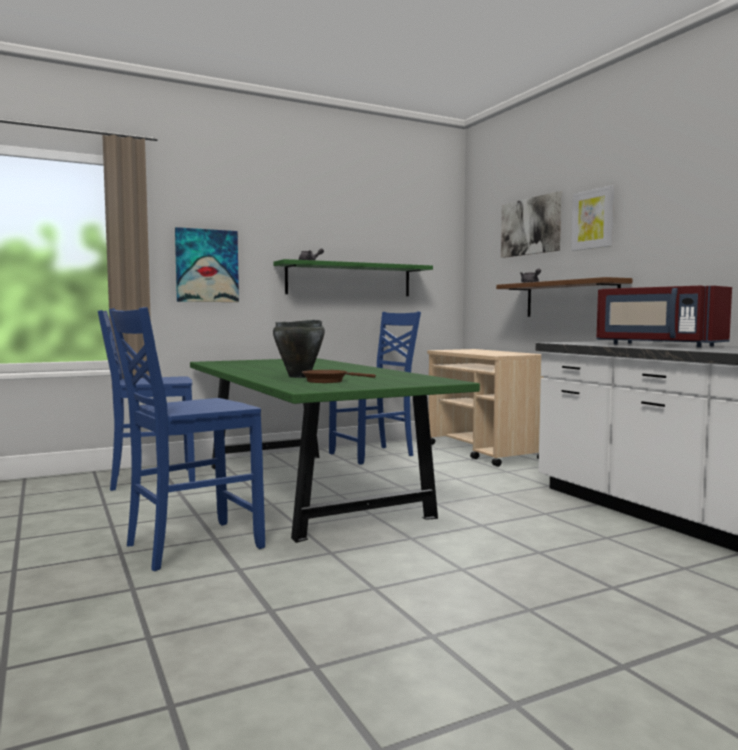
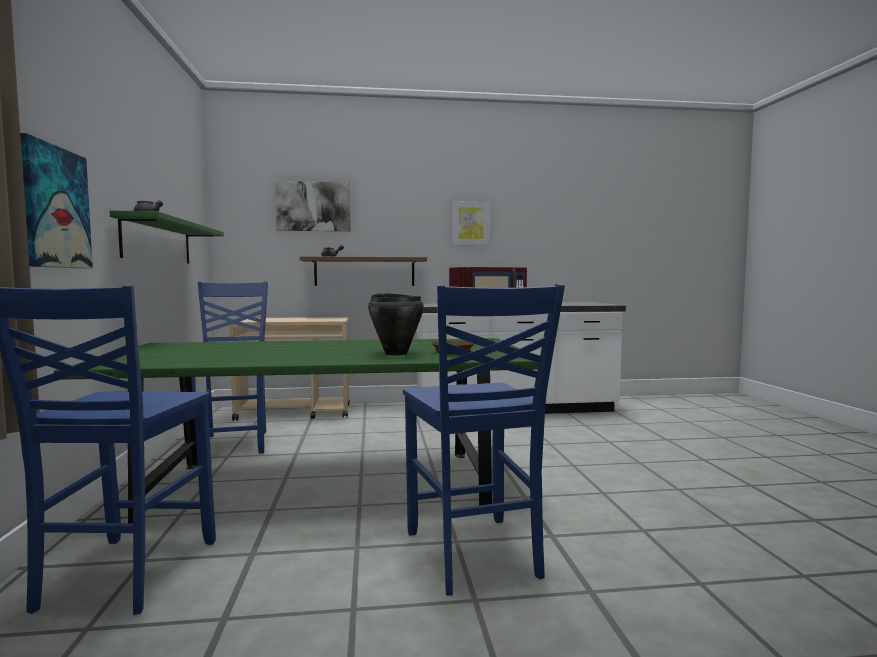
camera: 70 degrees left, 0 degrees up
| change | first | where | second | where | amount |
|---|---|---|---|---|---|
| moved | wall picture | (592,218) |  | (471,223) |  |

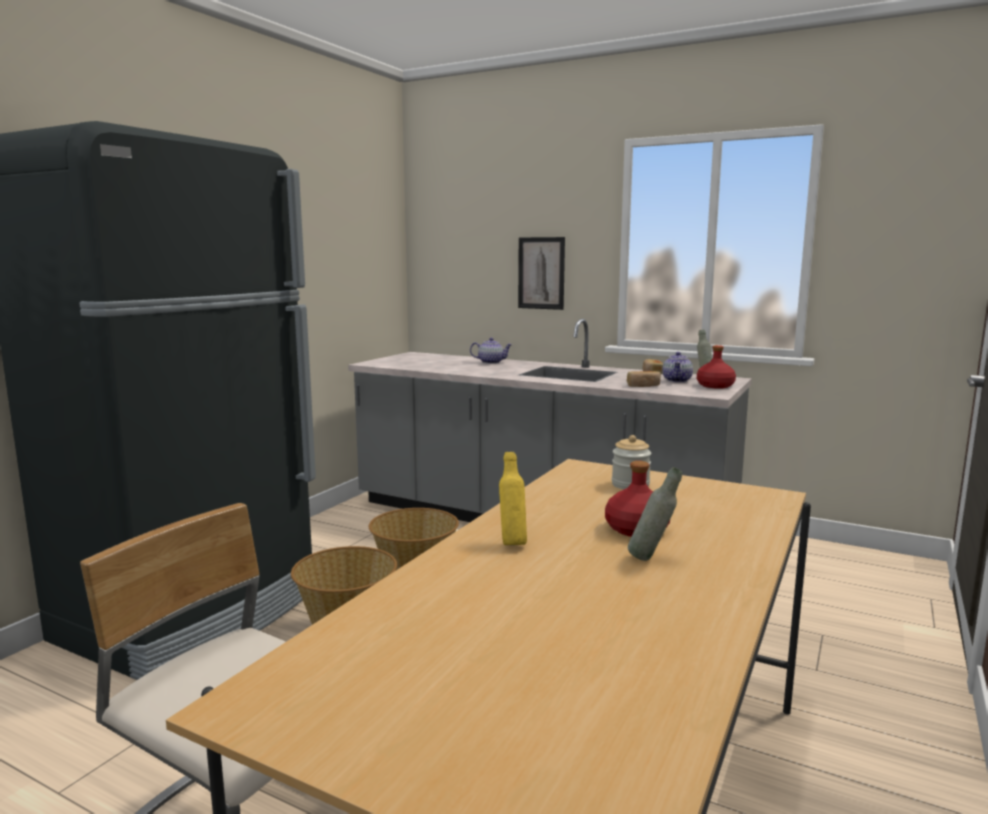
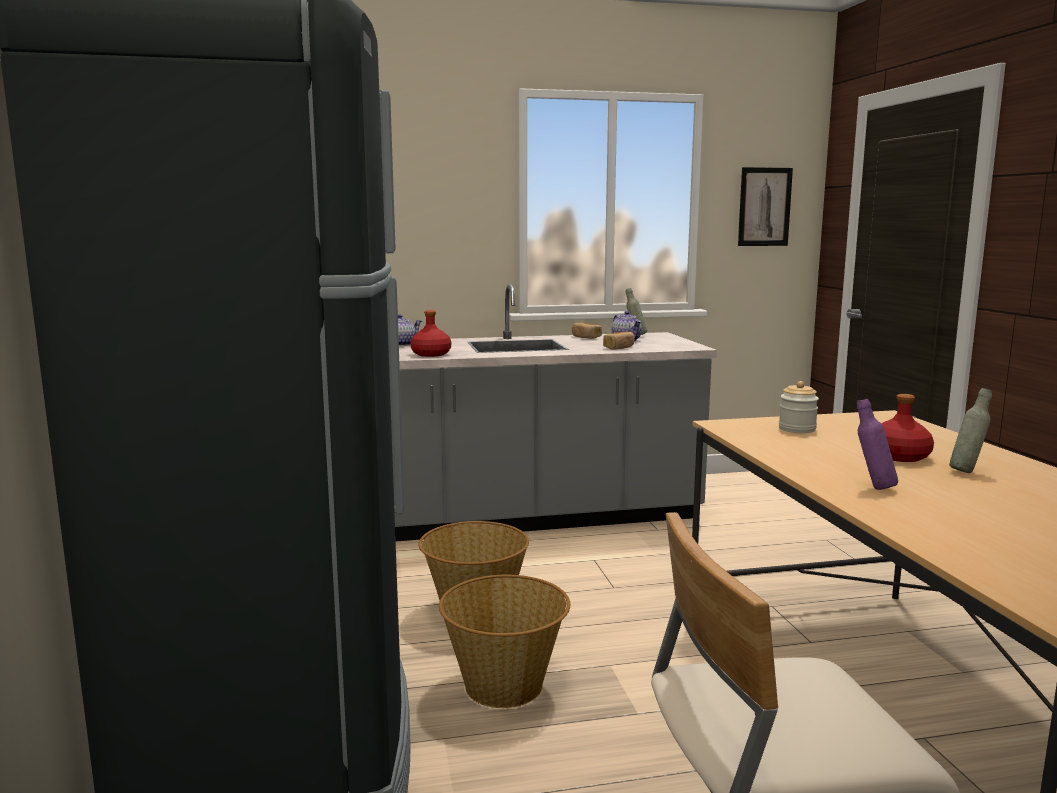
camera: 40 degrees left, 0 degrees up
| change | first | where | second | where | amount |
|---|---|---|---|---|---|
| moved | bottle in red-coloured | (716,367) |  | (430,333) |  |
| moved | wall picture | (541,273) |  | (765,206) |  |
| recoloured | bottle in yellowish | (513,498) | bottle in purple | (877,444) |  |

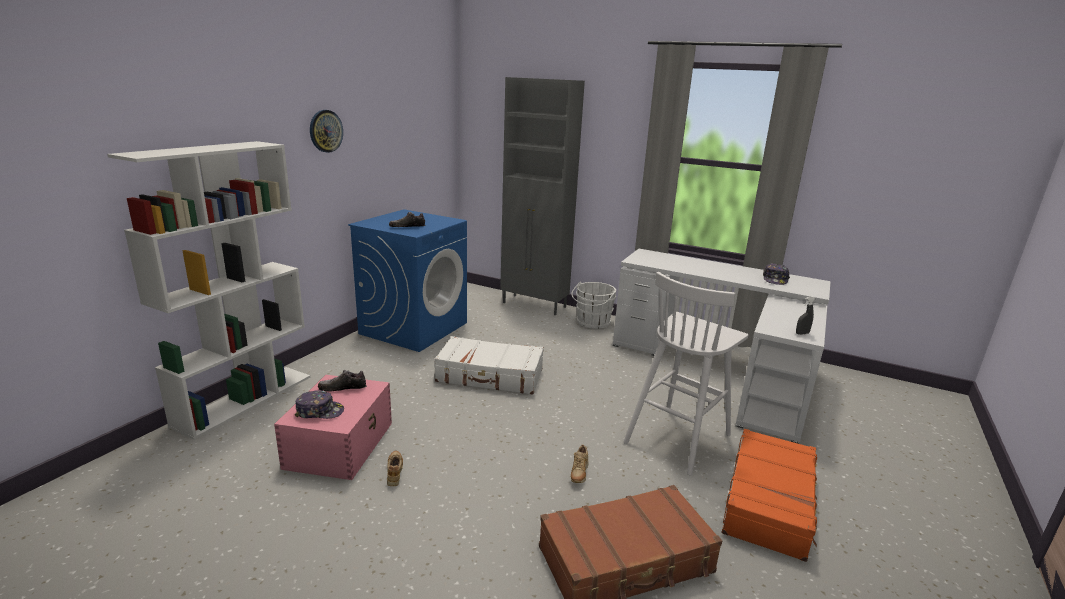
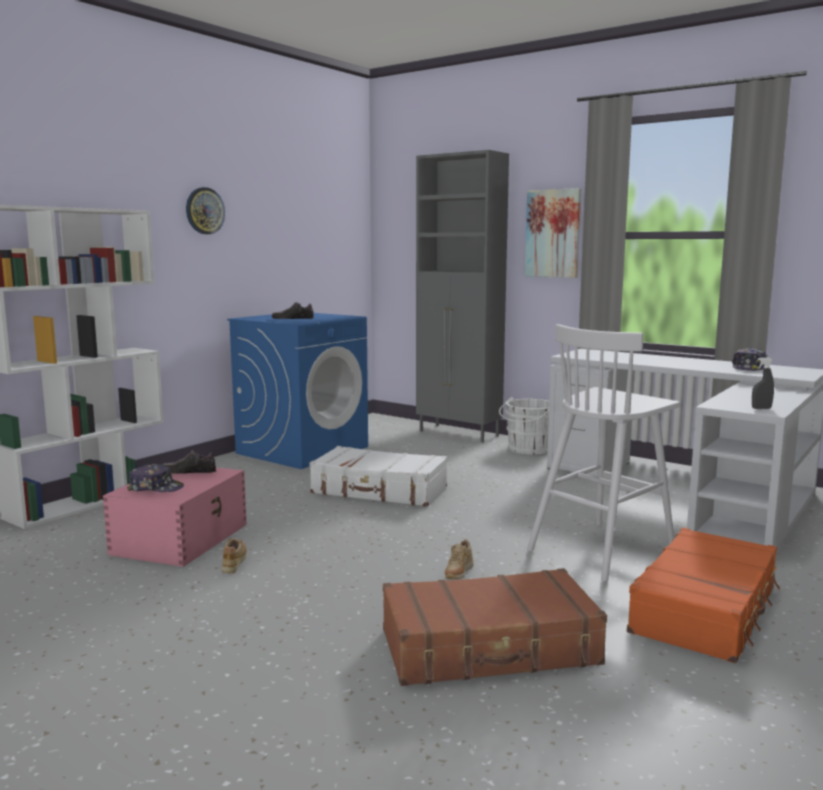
camera: 10 degrees right, 10 degrees down
| change | first | where | second | where | amount |
|---|---|---|---|---|---|
| added |  |  | wall picture | (553,233) |  |

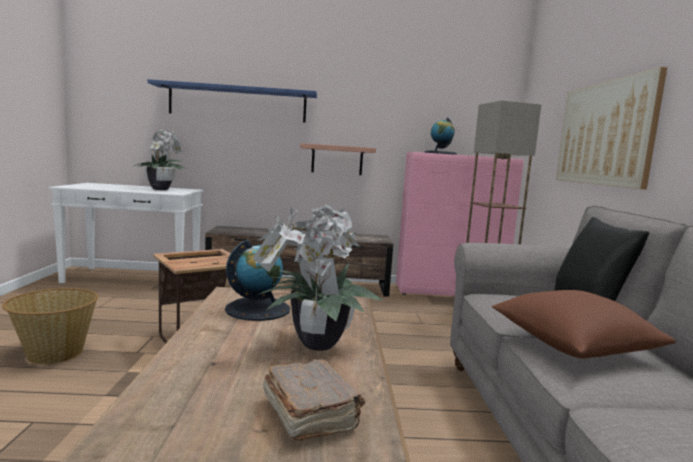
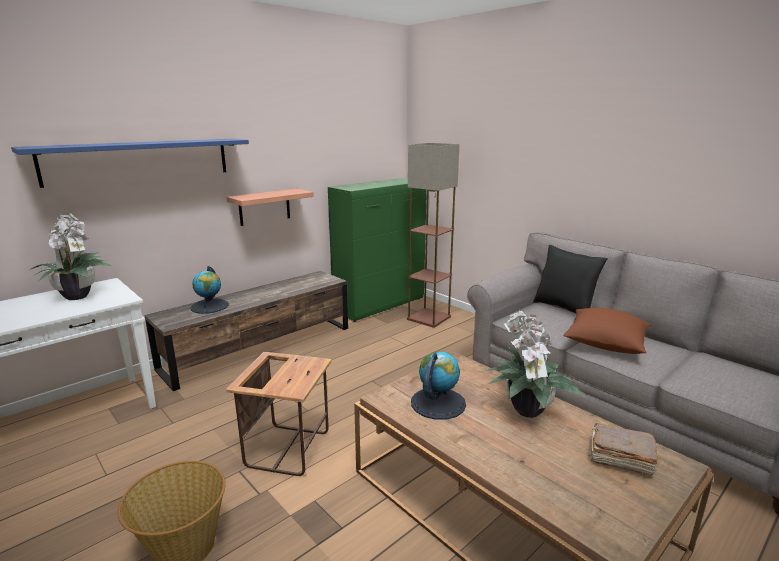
camera: 40 degrees left, 10 degrees up
| change | first | where | second | where | amount |
|---|---|---|---|---|---|
| moved | globe | (440,136) |  | (209,290) |  |
| recoloured | cabinet in pink | (459,224) | cabinet in greenish | (377,250) |  |
| removed | wall picture | (611,128) |  |  |  |

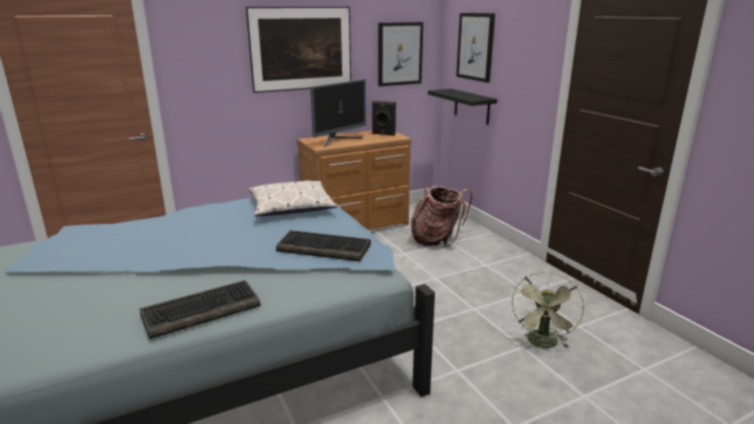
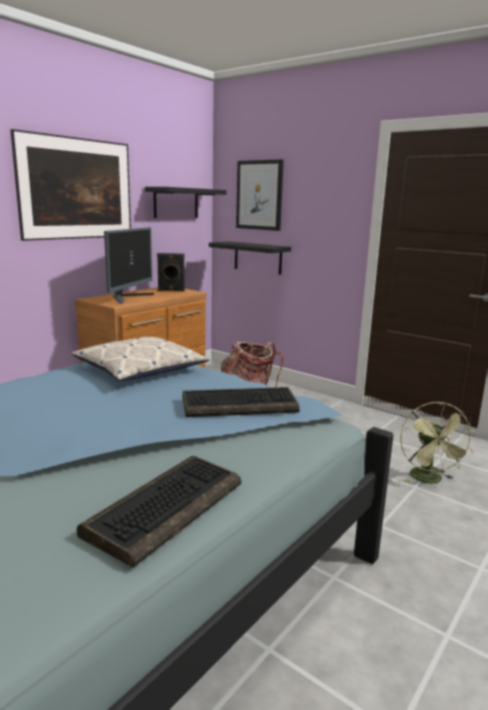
camera: 25 degrees left, 5 degrees down
| change | first | where | second | where | amount |
|---|---|---|---|---|---|
| replaced | wall picture | (400,54) | shelf in black | (186,202) |  |

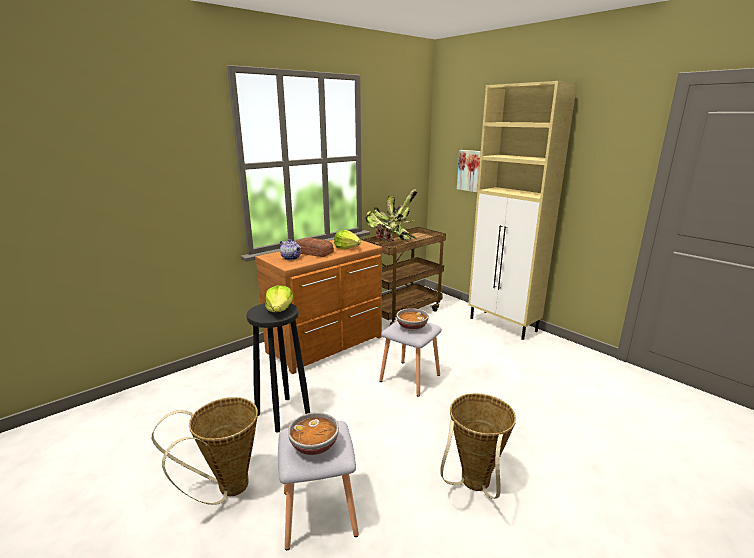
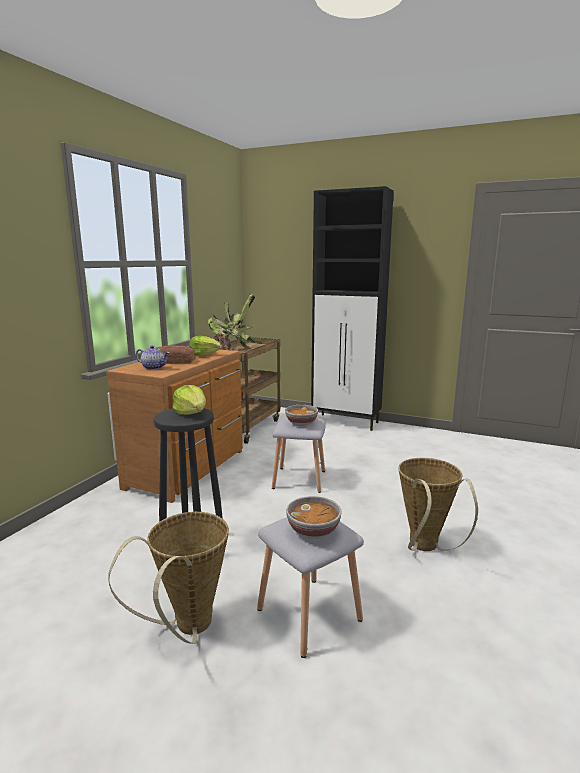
camera: 25 degrees left, 5 degrees down
| change | first | where | second | where | amount |
|---|---|---|---|---|---|
| recoloured | cabinet in sand-coloured | (522,210) | cabinet in black | (352,308) |  |
| removed | wall picture | (469,171) |  |  |  |

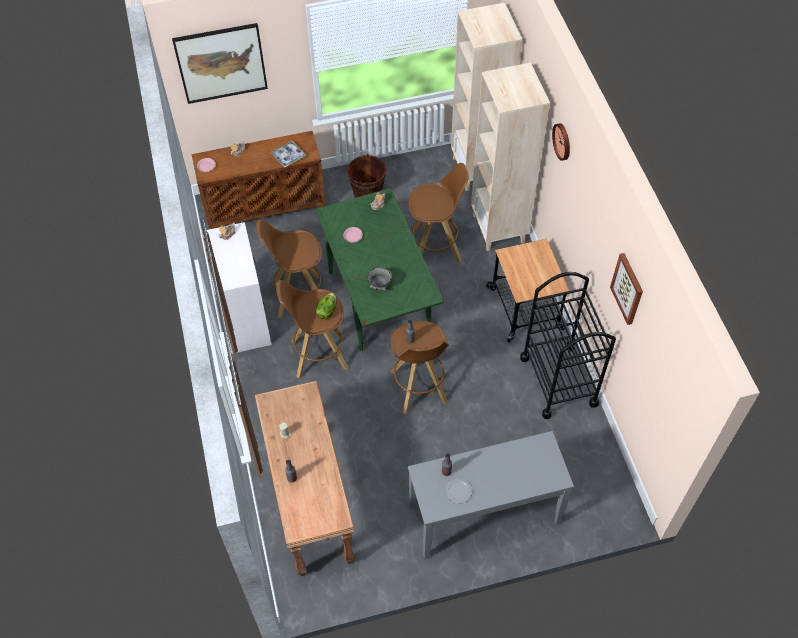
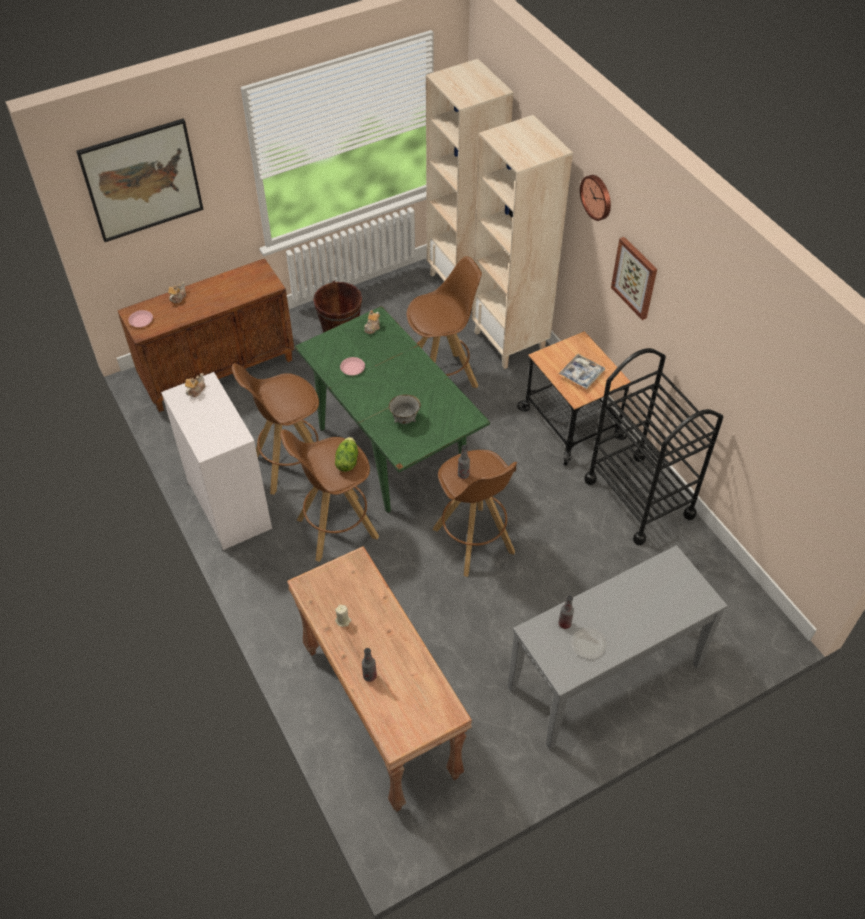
camera: 15 degrees left, 5 degrees down
| change | first | where | second | where | amount |
|---|---|---|---|---|---|
| moved | tray | (288,154) |  | (582,371) |  |
| moved | wall picture | (626,289) |  | (634,278) |  |

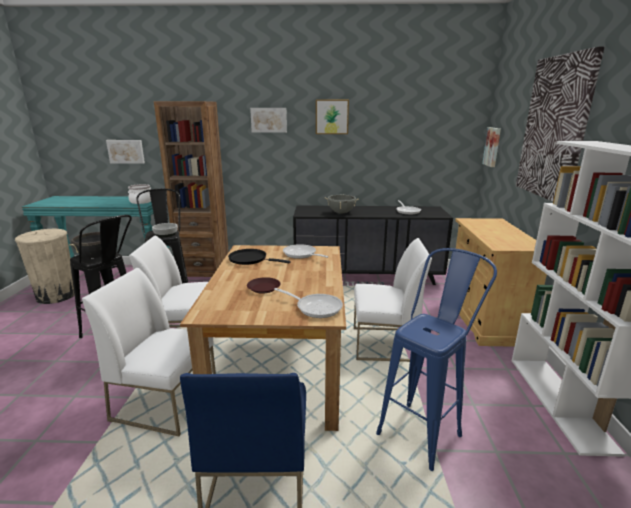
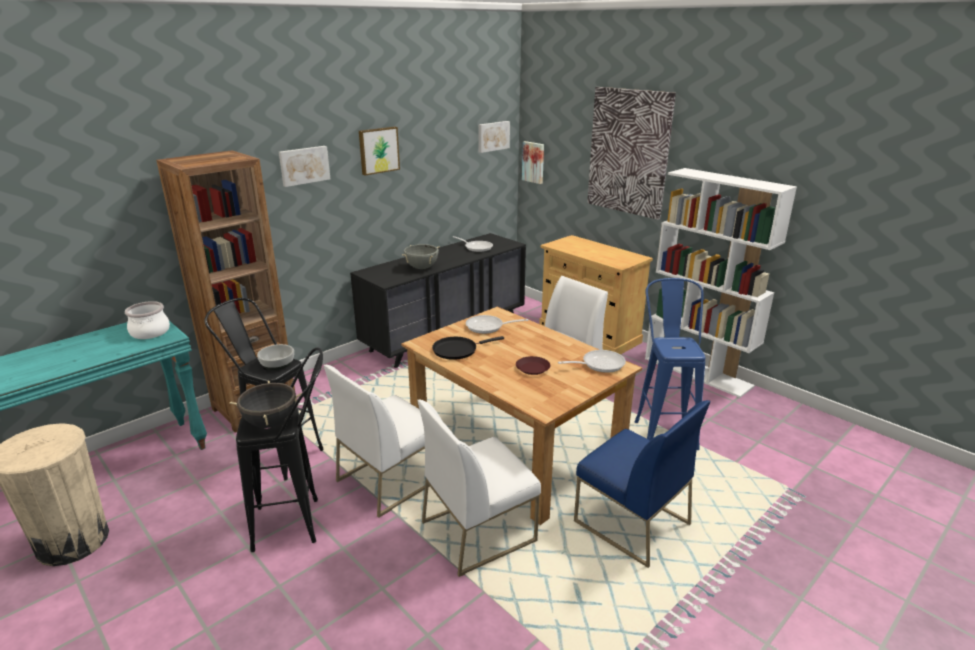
camera: 45 degrees left, 5 degrees up
| change | first | where | second | where | amount |
|---|---|---|---|---|---|
| moved | wall picture | (125,152) |  | (494,137) |  |

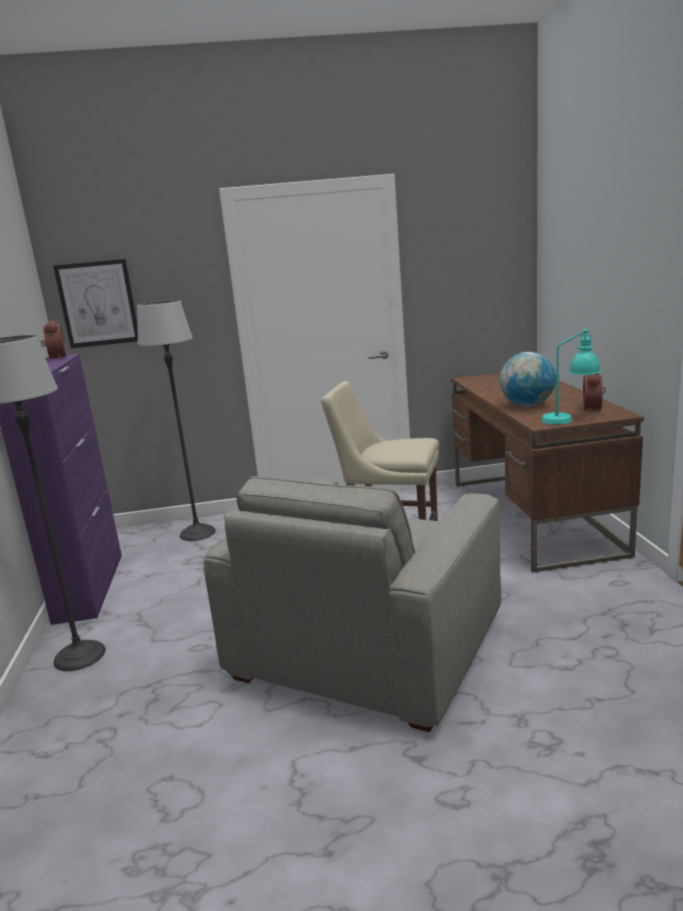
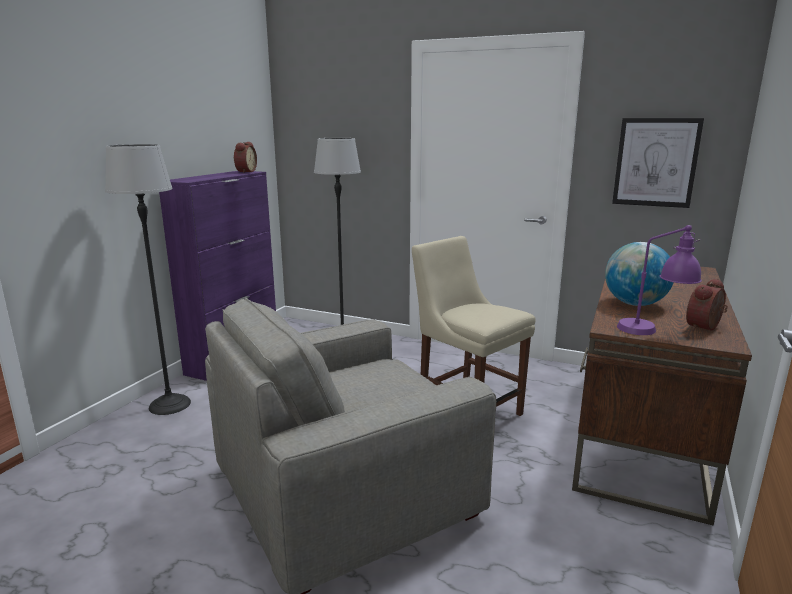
camera: 30 degrees right, 0 degrees up
| change | first | where | second | where | amount |
|---|---|---|---|---|---|
| moved | wall picture | (95,303) |  | (658,163) |  |
| recoloured | tabletop lamp in turquoise-coloured | (571,377) | tabletop lamp in purple | (659,280) |  |

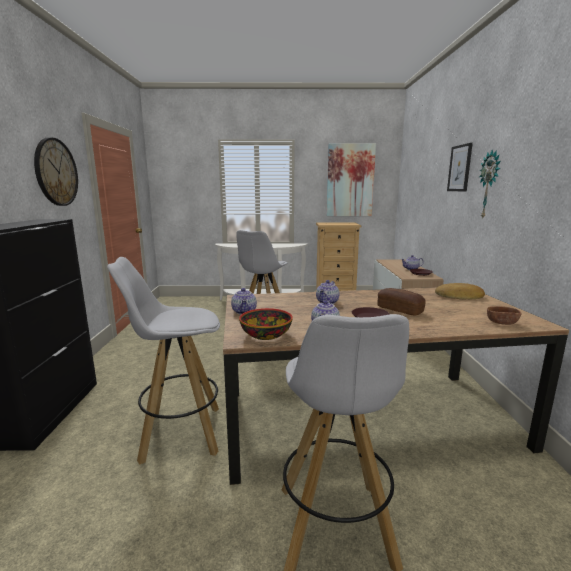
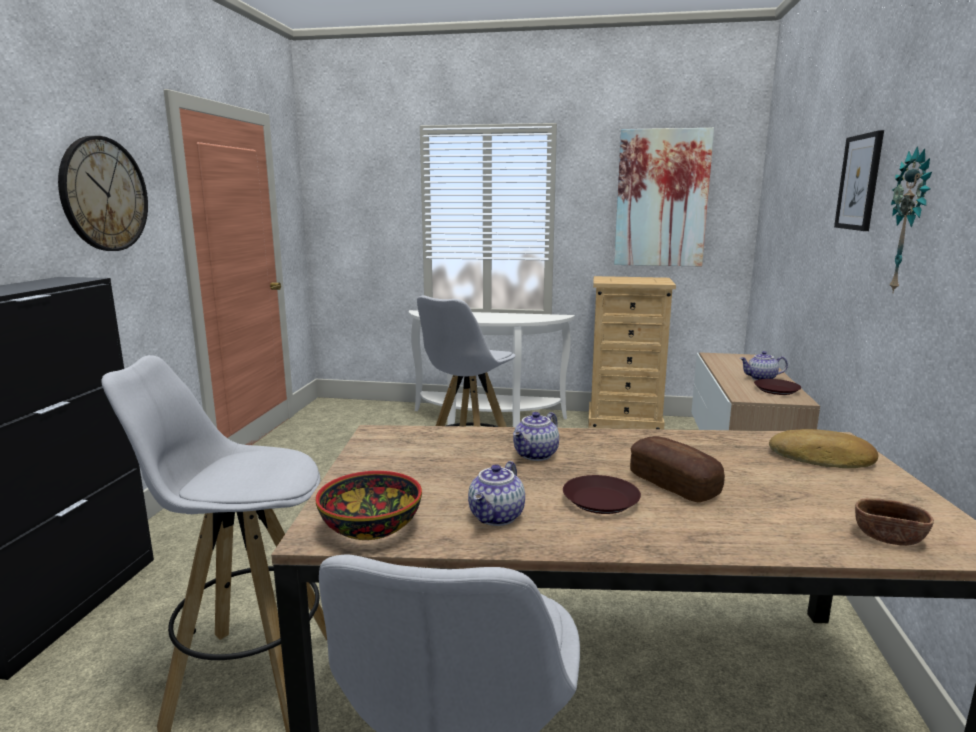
camera: 10 degrees right, 0 degrees up
| change | first | where | second | where | amount |
|---|---|---|---|---|---|
| removed | teapot | (244,301) |  |  |  |

